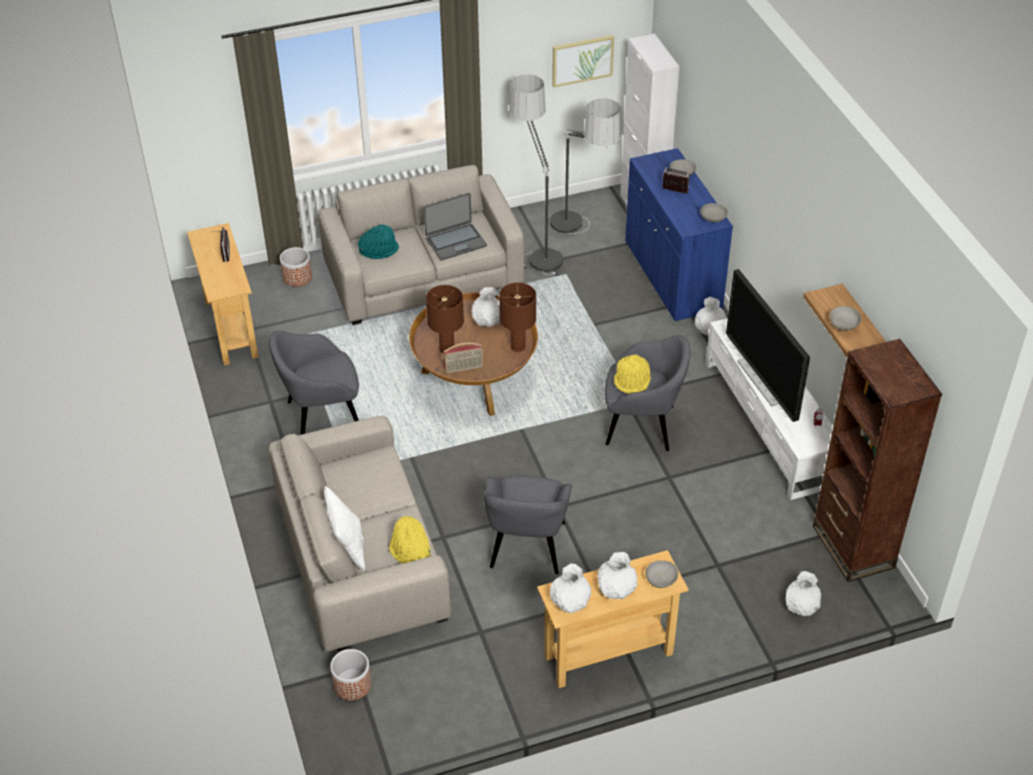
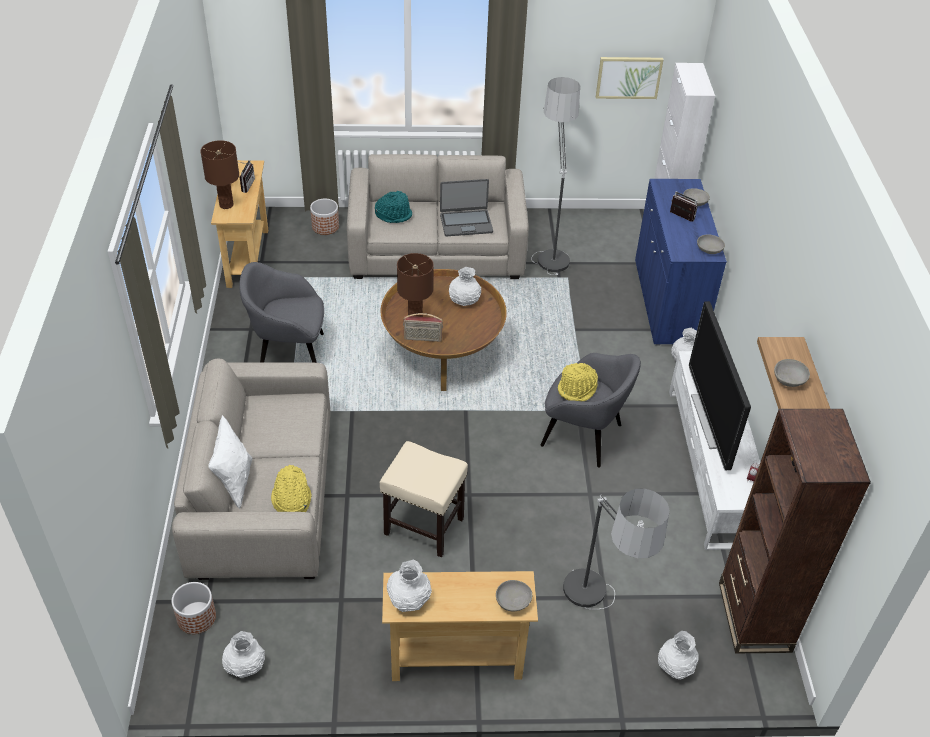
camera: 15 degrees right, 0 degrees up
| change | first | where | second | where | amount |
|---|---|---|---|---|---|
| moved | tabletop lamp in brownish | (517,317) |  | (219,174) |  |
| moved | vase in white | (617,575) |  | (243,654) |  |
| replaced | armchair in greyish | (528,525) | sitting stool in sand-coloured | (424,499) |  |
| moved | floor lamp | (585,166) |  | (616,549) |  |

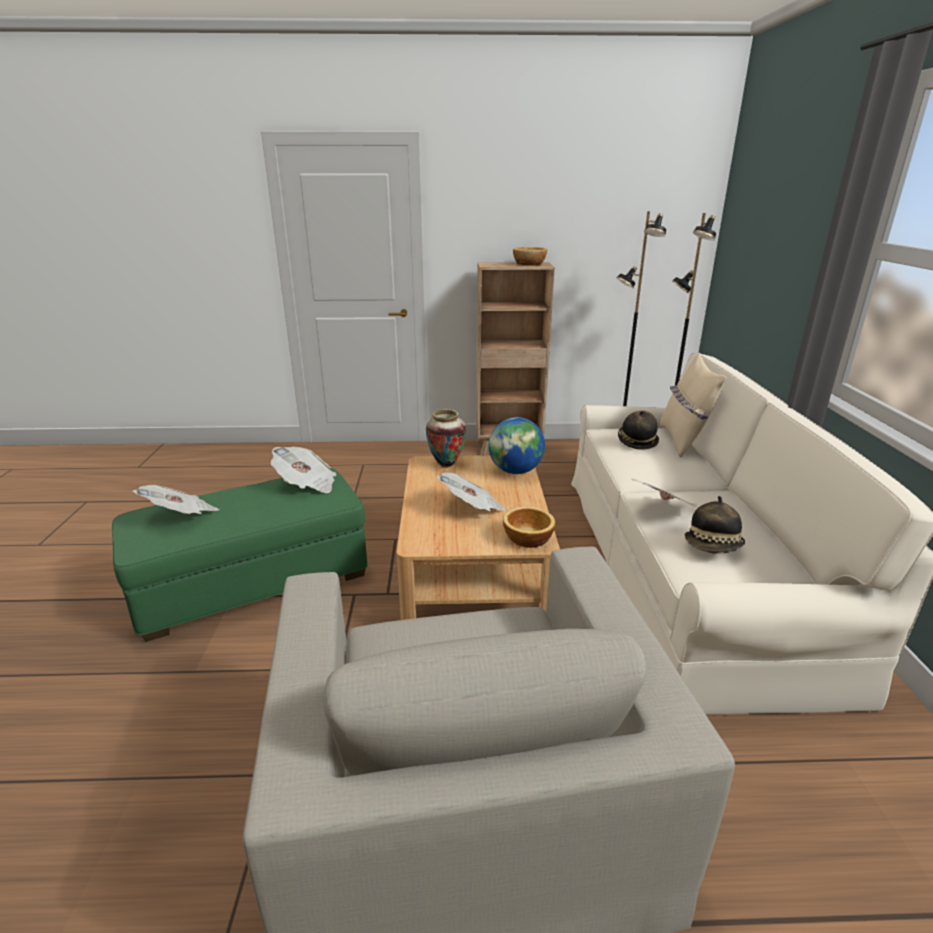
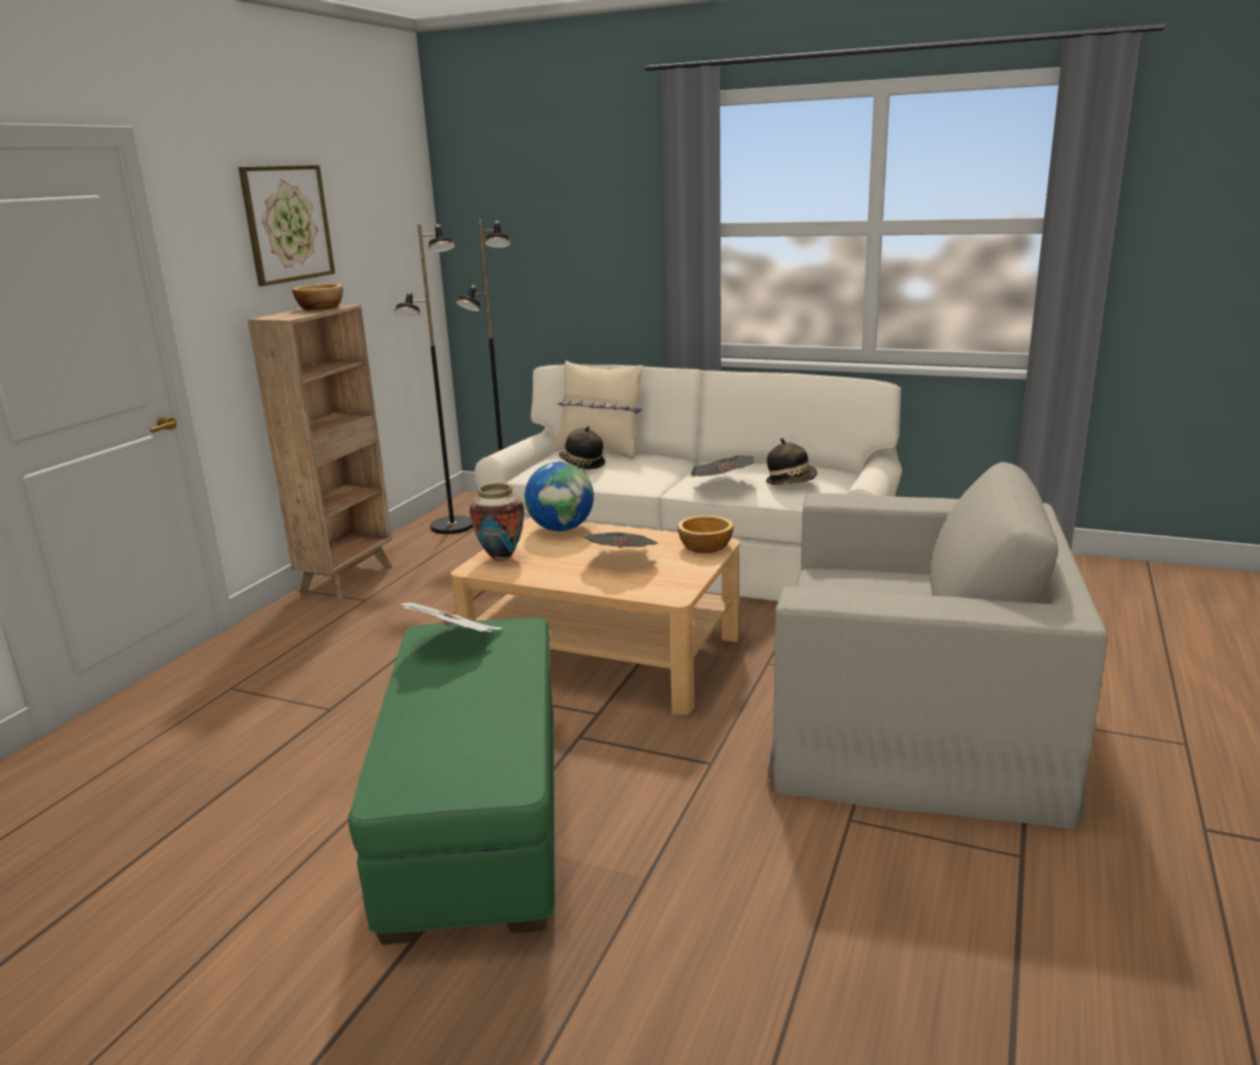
camera: 65 degrees left, 5 degrees down
| change | first | where | second | where | amount |
|---|---|---|---|---|---|
| added |  |  | wall picture | (286,225) |  |
| removed | daily paper | (175,499) |  |  |  |

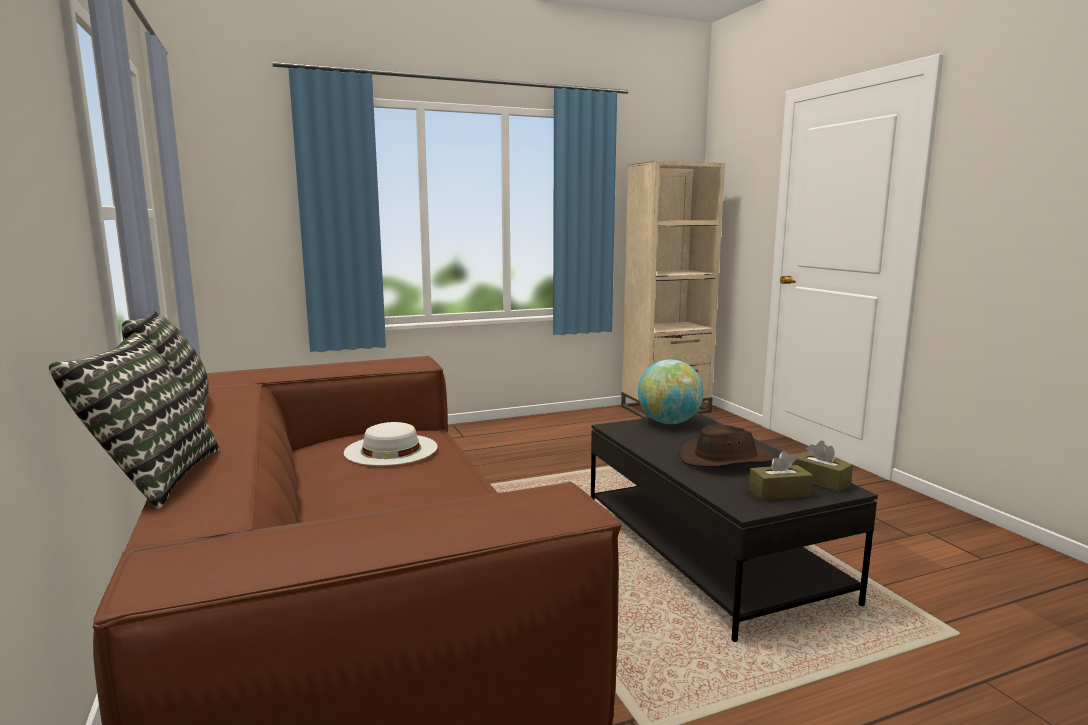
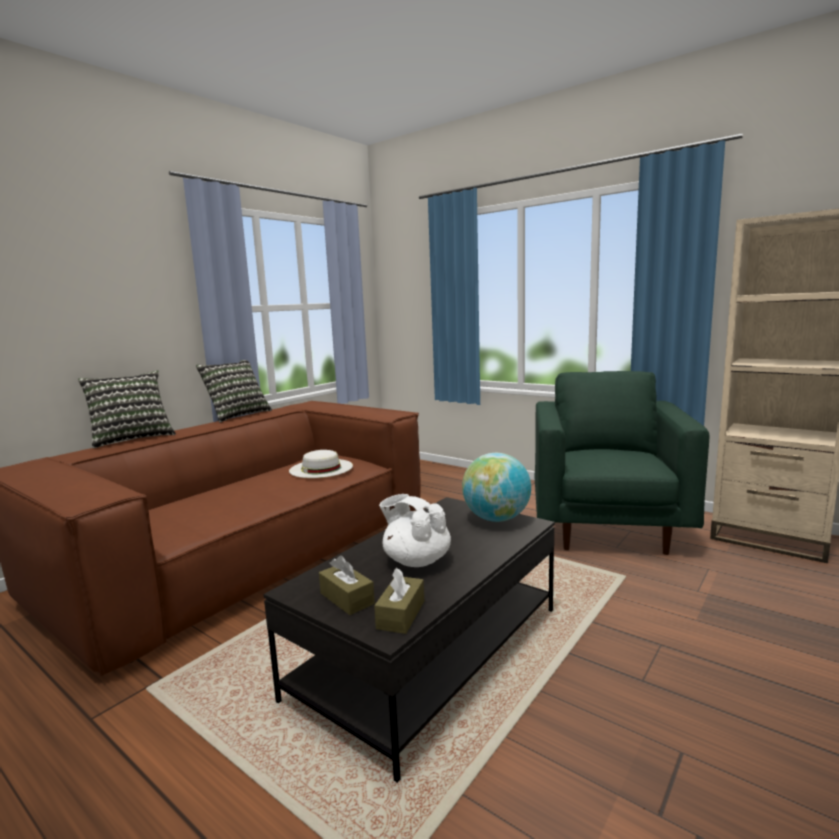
camera: 60 degrees right, 0 degrees up
| change | first | where | second | where | amount |
|---|---|---|---|---|---|
| replaced | wearable hat in brownish | (727,446) | teapot in white | (415,530) |  |
| added |  |  | armchair in greenish | (622,463) |  |

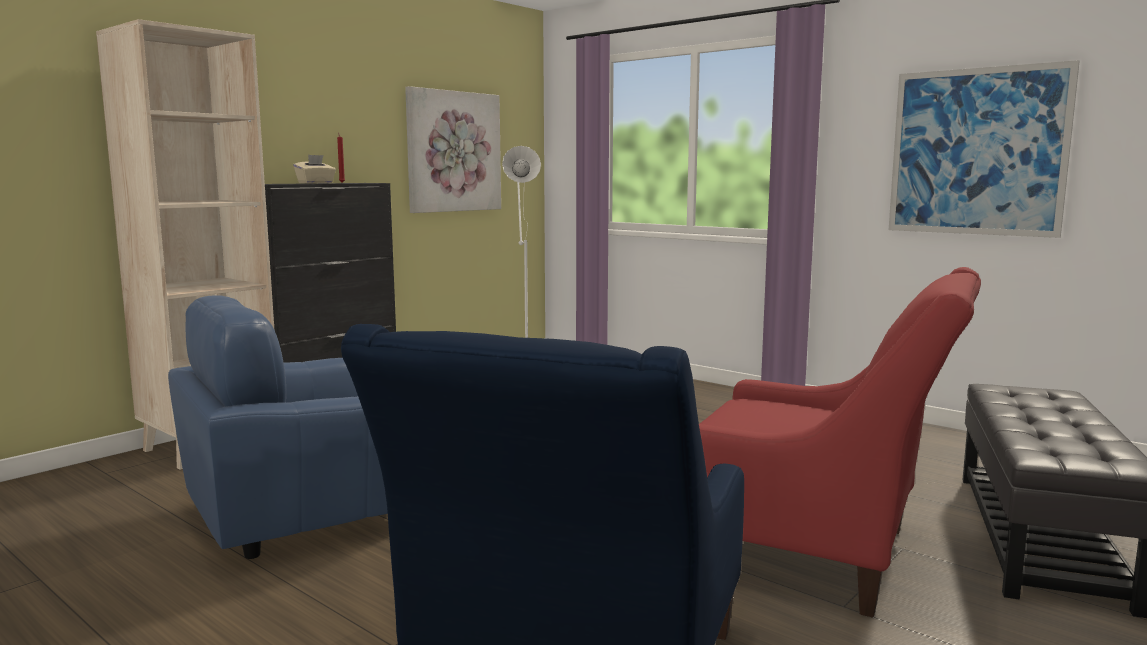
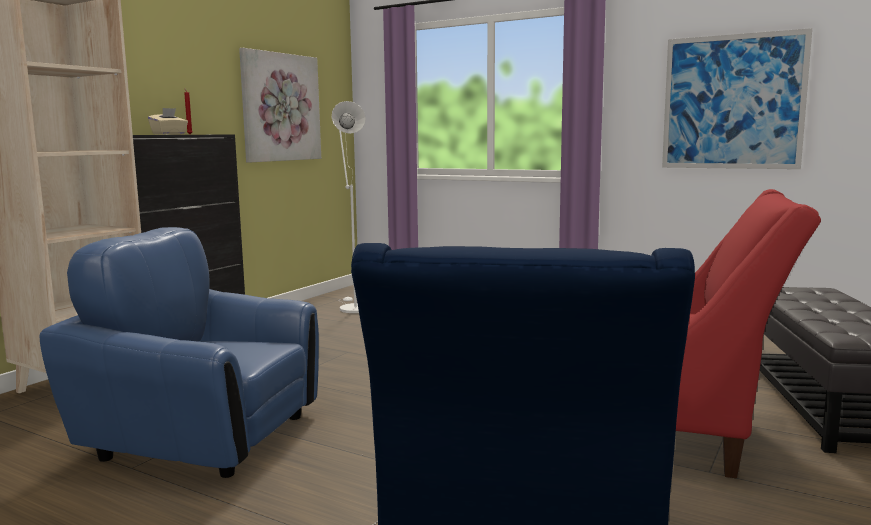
camera: 10 degrees left, 0 degrees up
| change | first | where | second | where | amount |
|---|---|---|---|---|---|
| turned | armchair in bluish | (278,427) |  | (179,352) | 60 degrees clockwise |

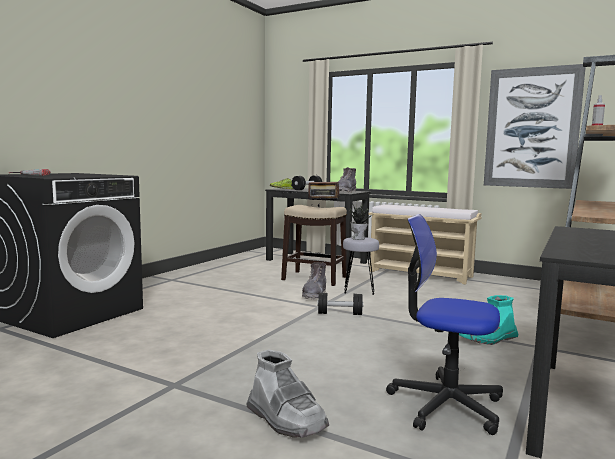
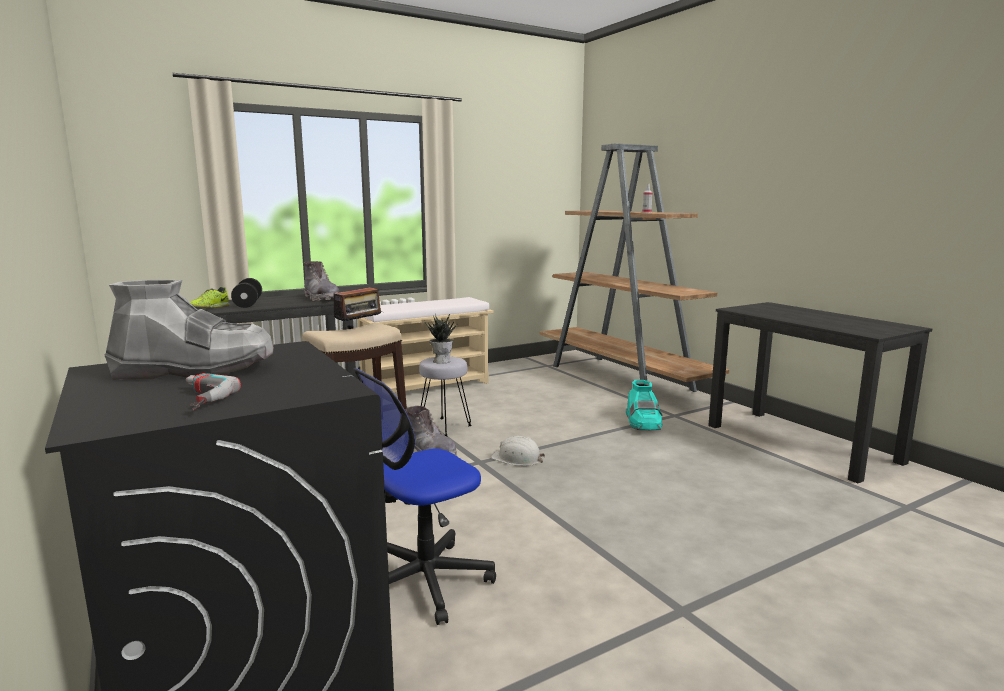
camera: 60 degrees left, 5 degrees up
| change | first | where | second | where | amount |
|---|---|---|---|---|---|
| moved | tall boot in greyish | (287,393) |  | (189,330) |  |
| moved | computer chair | (444,324) |  | (424,496) |  |
| replaced | hand weight in black | (340,304) | work helmet in white | (518,451) |  |
| removed | wall picture | (535,126) |  |  |  |

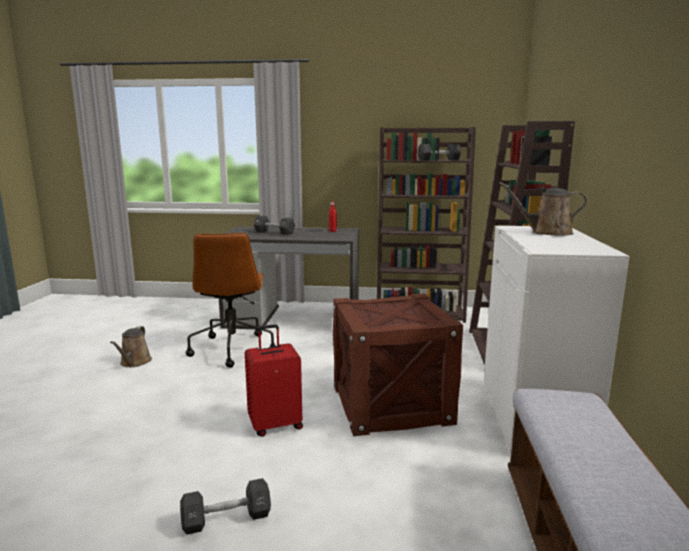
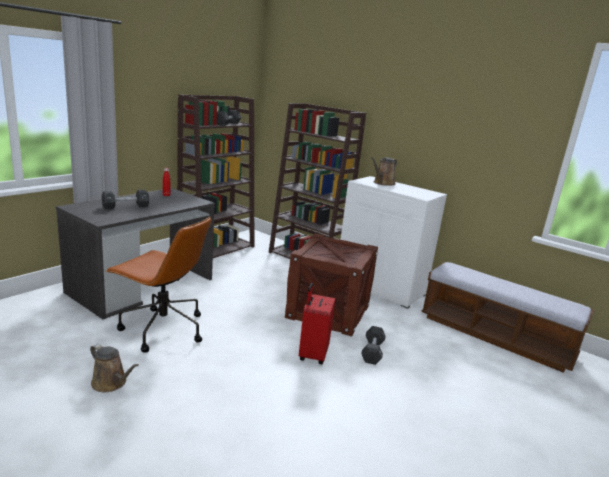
camera: 60 degrees left, 5 degrees up
| change | first | where | second | where | amount |
|---|---|---|---|---|---|
| moved | hand weight in black | (225,506) |  | (373,345) |  |

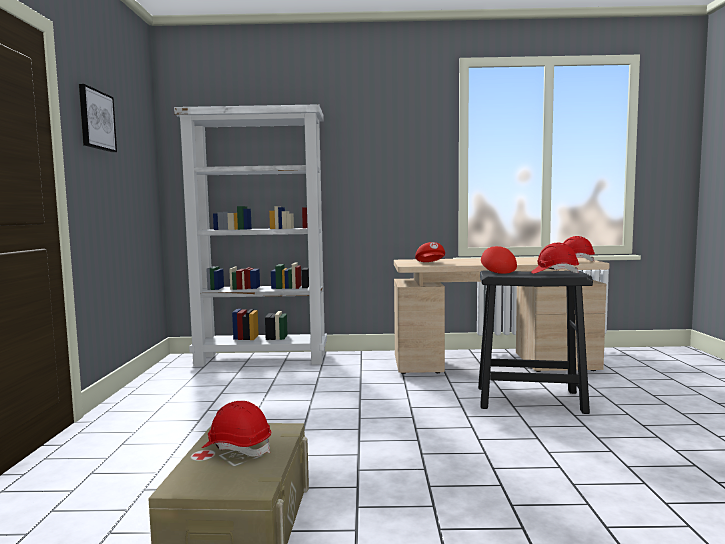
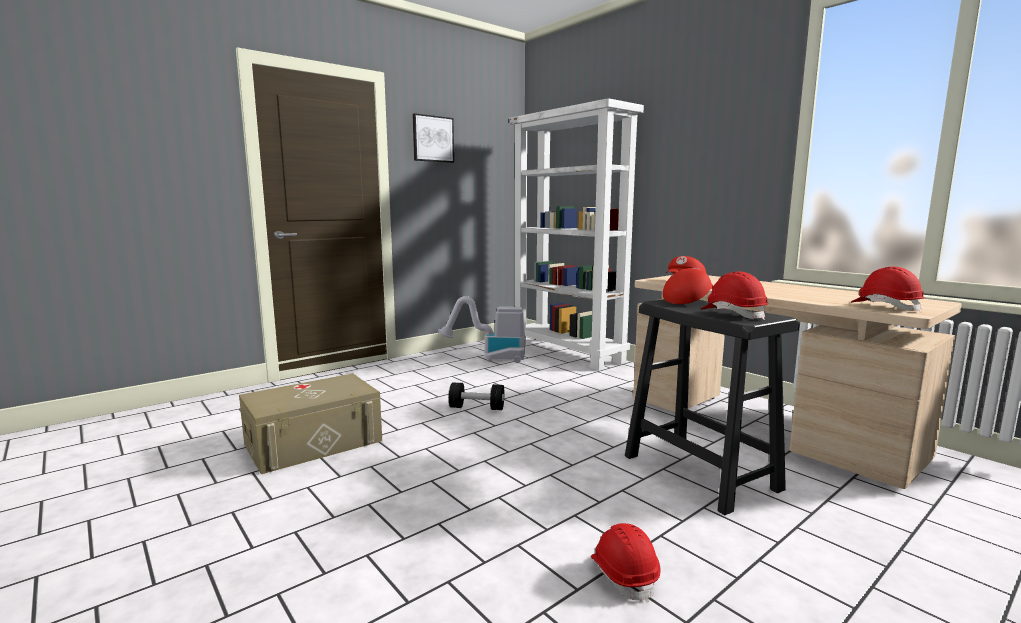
camera: 50 degrees right, 5 degrees up
| change | first | where | second | where | amount |
|---|---|---|---|---|---|
| added |  |  | vacuum | (481,329) |  |
| added |  |  | hand weight in black | (476,396) |  |
| moved | work helmet in red-coloured | (236,428) |  | (626,562) |  |

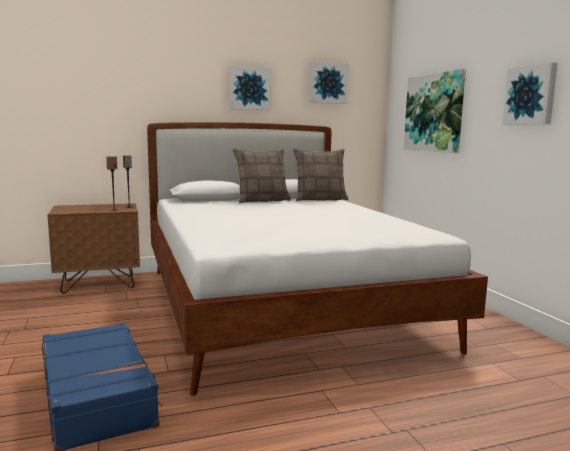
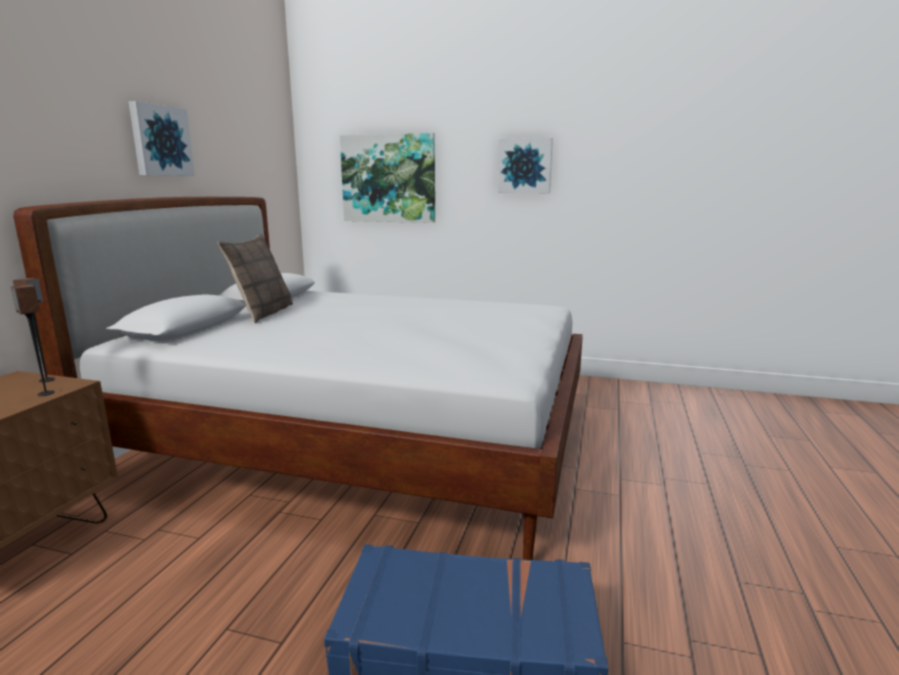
camera: 55 degrees left, 5 degrees up
| change | first | where | second | where | amount |
|---|---|---|---|---|---|
| removed | cushion | (321,174) |  |  |  |
| removed | wall picture | (329,82) |  |  |  |

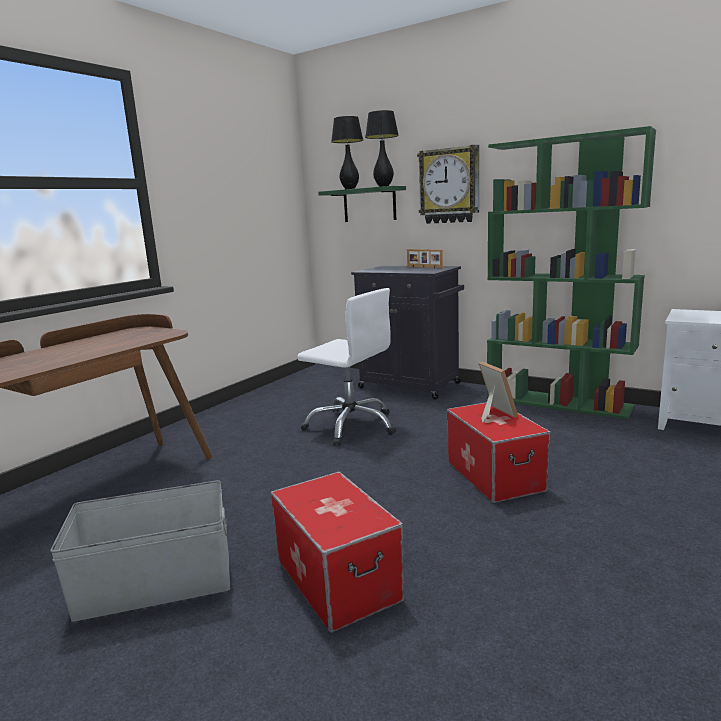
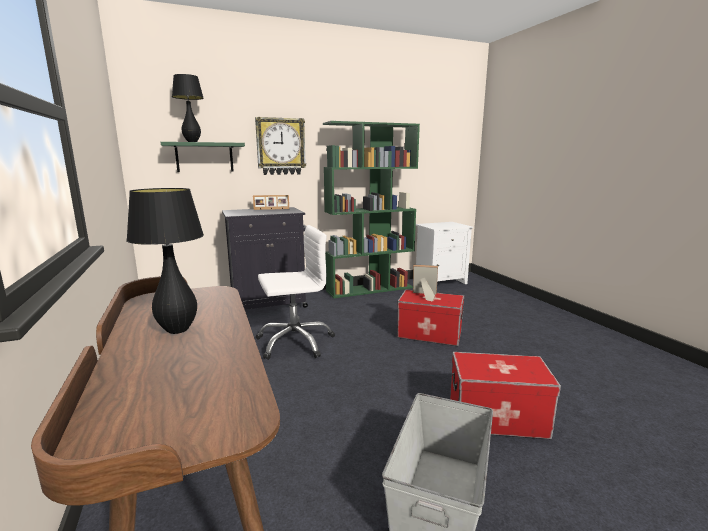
camera: 55 degrees left, 0 degrees up
| change | first | where | second | where | amount |
|---|---|---|---|---|---|
| moved | tabletop lamp in black | (382,148) |  | (165,261) |  |

